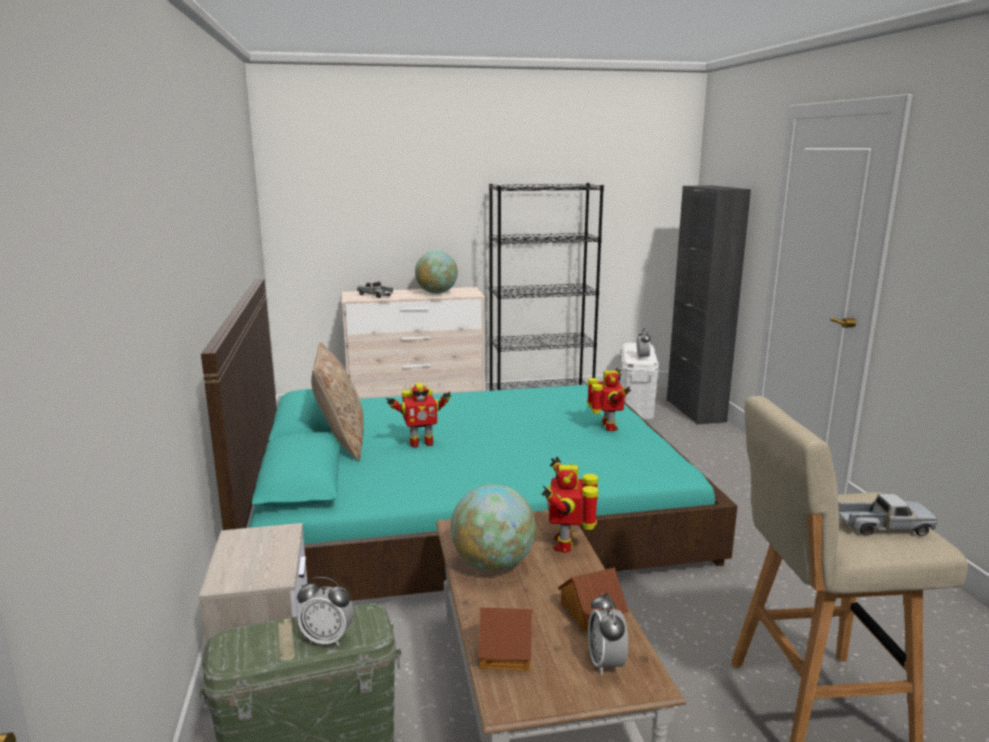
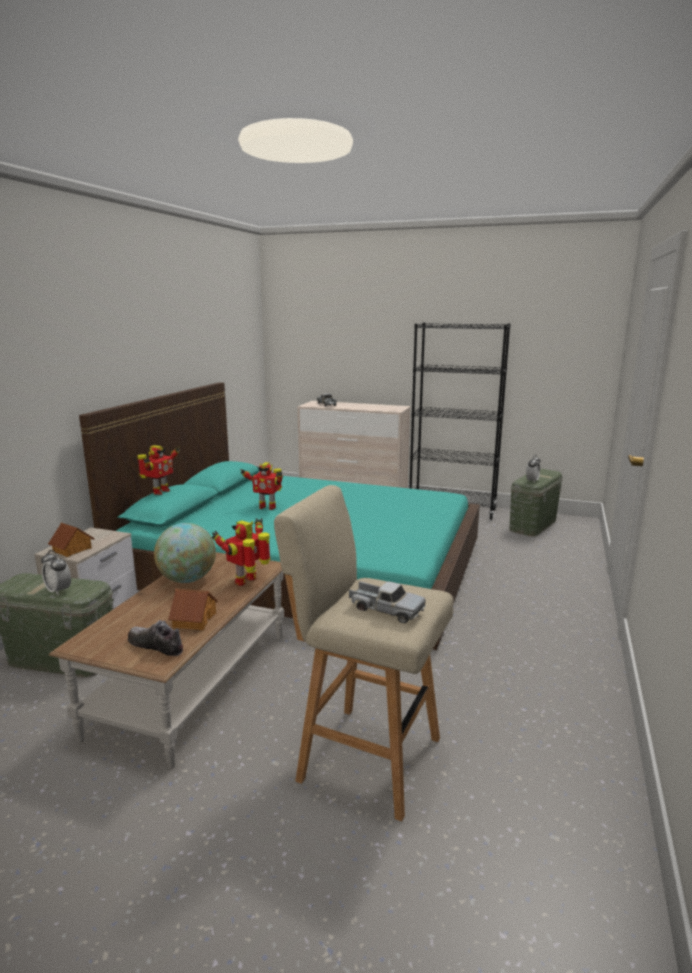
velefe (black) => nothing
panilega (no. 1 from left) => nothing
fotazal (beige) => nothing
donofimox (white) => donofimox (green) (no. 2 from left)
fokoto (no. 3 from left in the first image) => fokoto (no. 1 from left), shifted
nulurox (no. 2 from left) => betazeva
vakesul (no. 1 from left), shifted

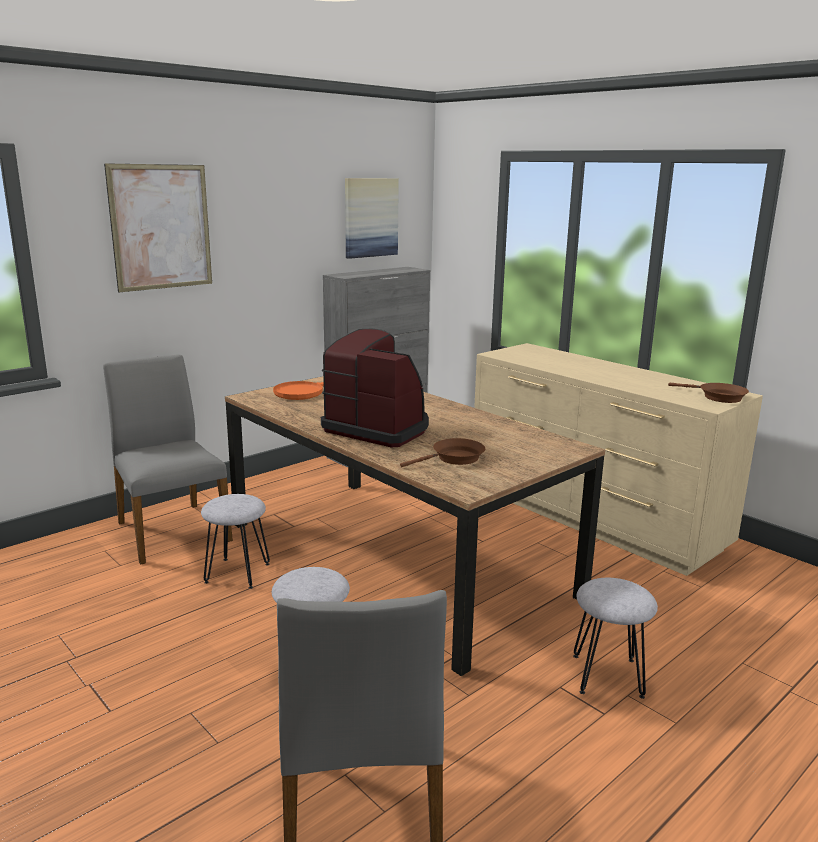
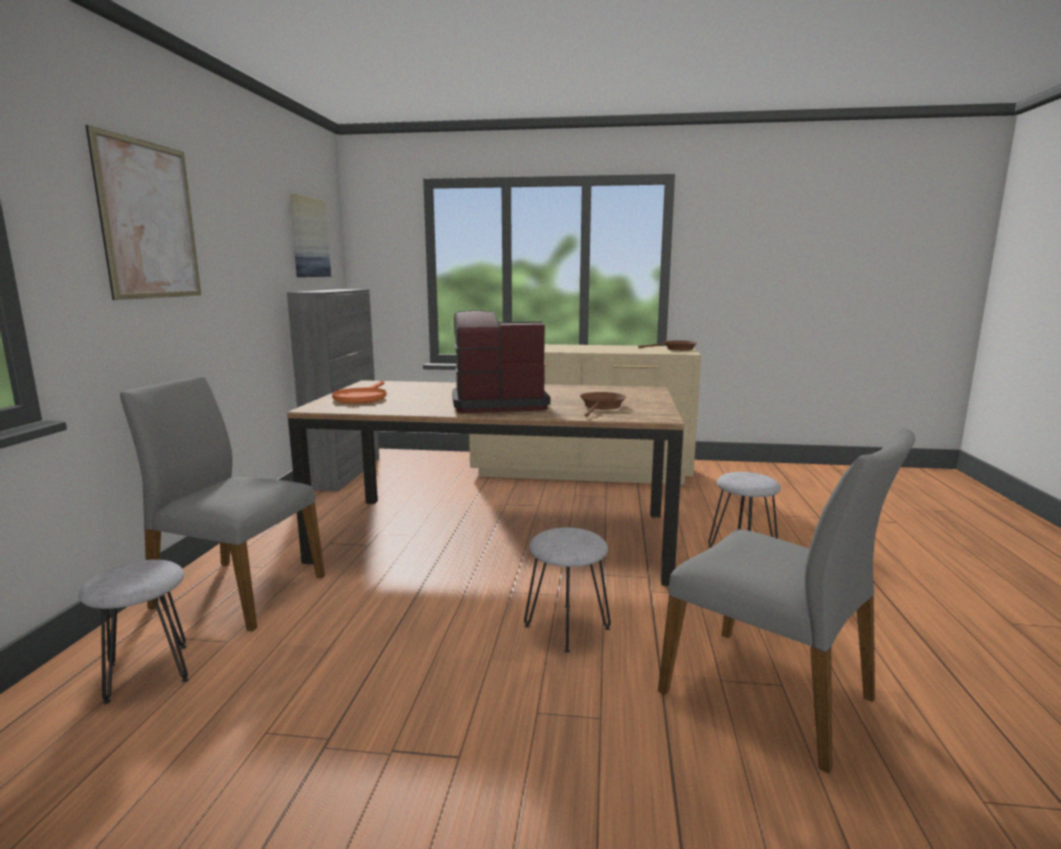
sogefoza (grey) (no. 1 from left), shifted

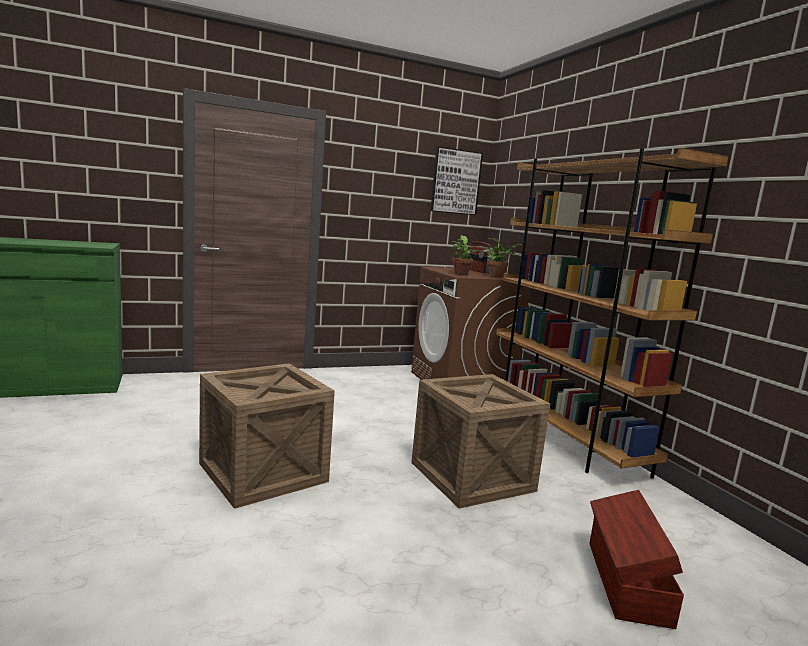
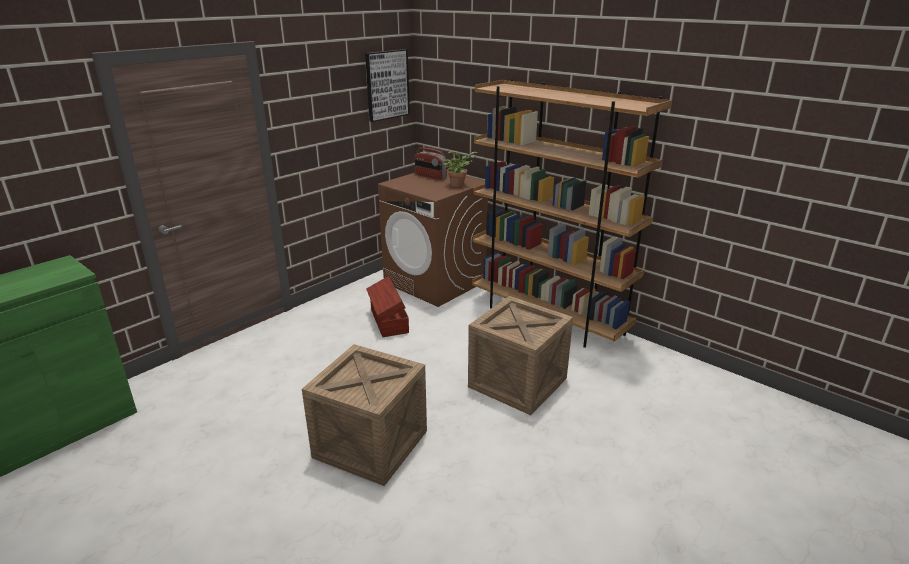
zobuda (no. 1 from left) => nothing
donofimox (brown), shifted

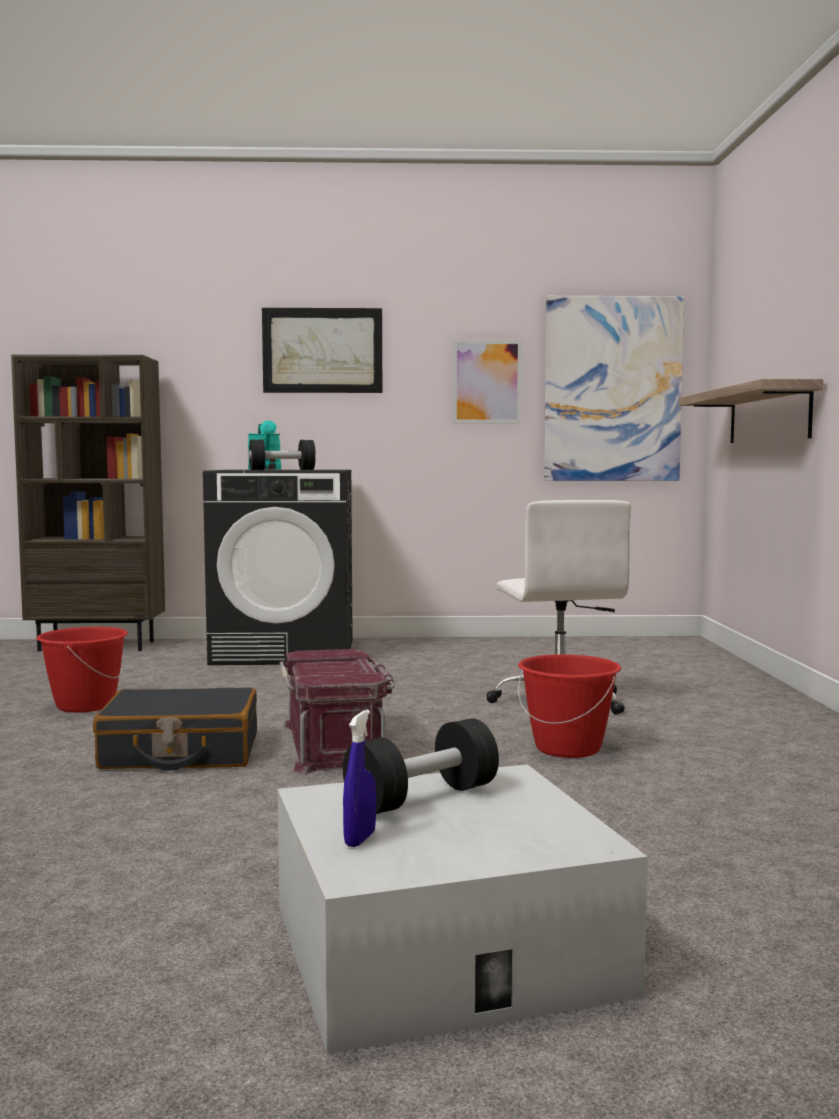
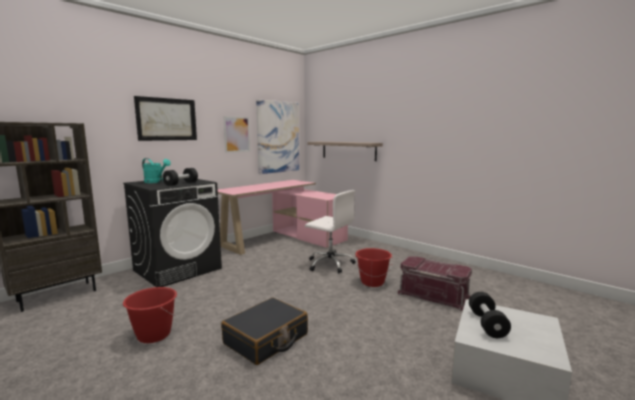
donofimox (red), shifted
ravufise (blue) => nothing
nothing => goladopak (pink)

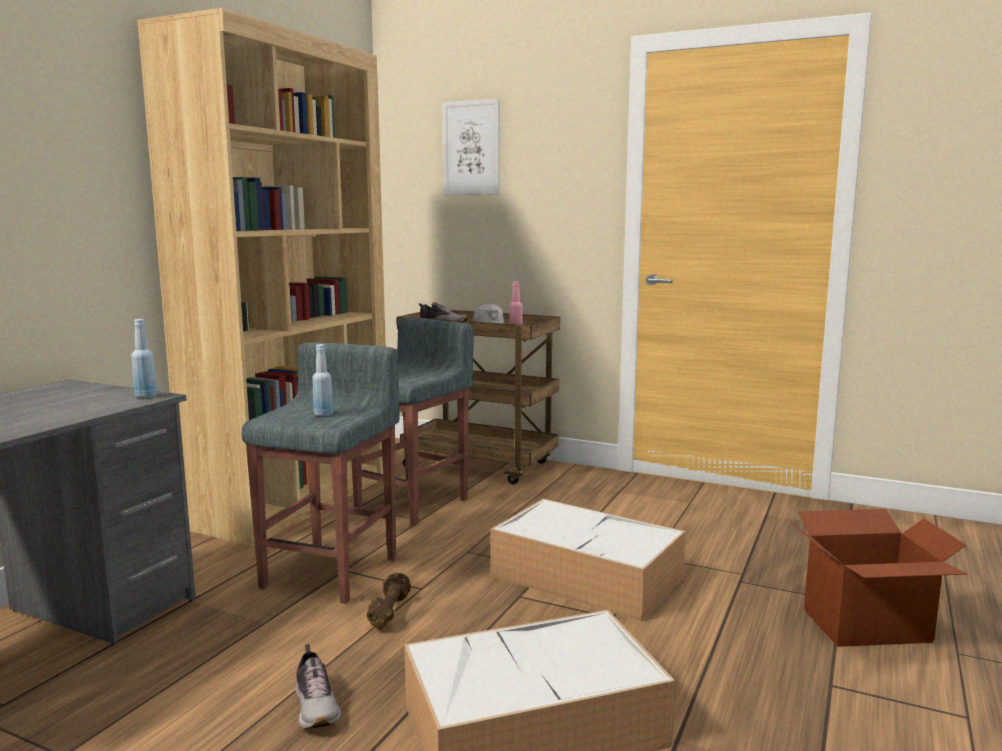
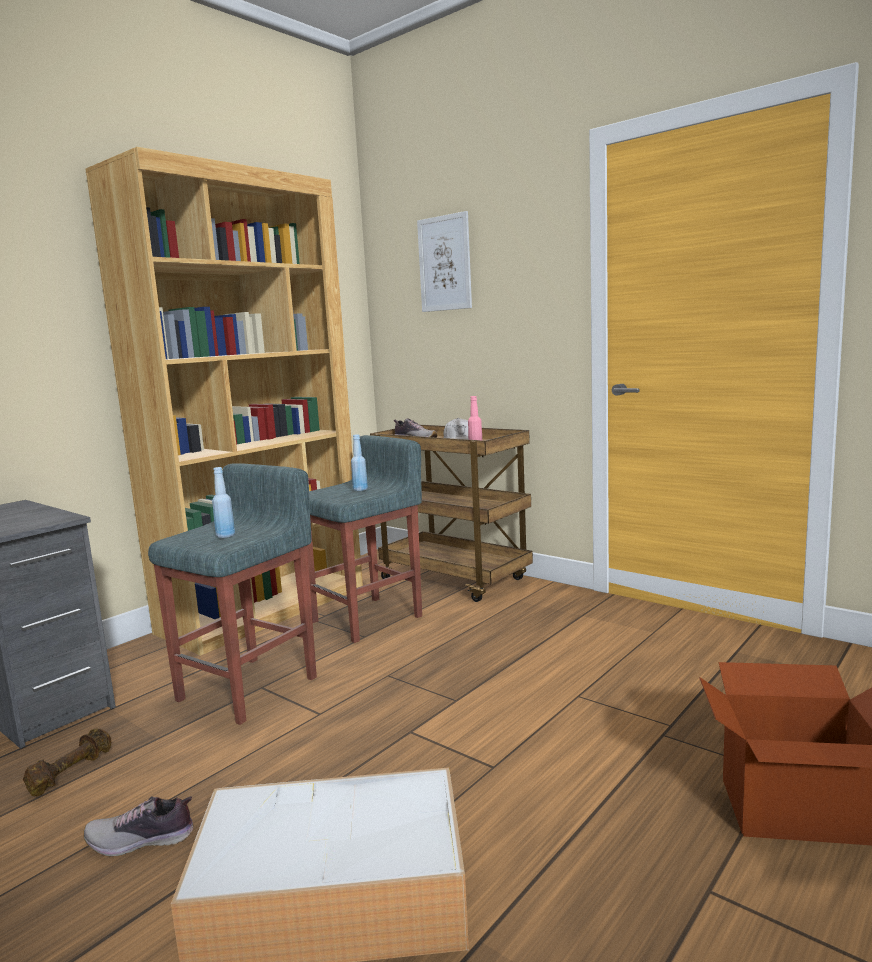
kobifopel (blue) (no. 1 from left in the first image) => kobifopel (blue) (no. 2 from left), shifted
donofimox (no. 2 from left) => nothing
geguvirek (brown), shifted
betazeva (no. 1 from left), 90 degrees clockwise

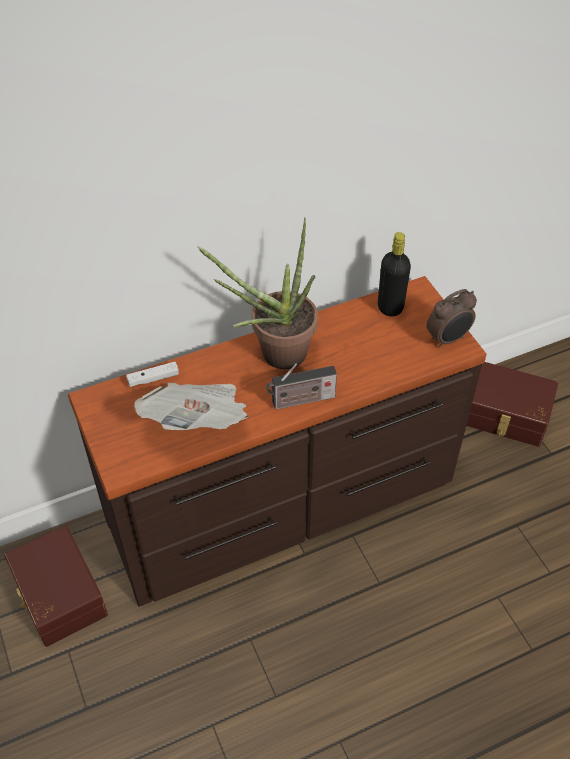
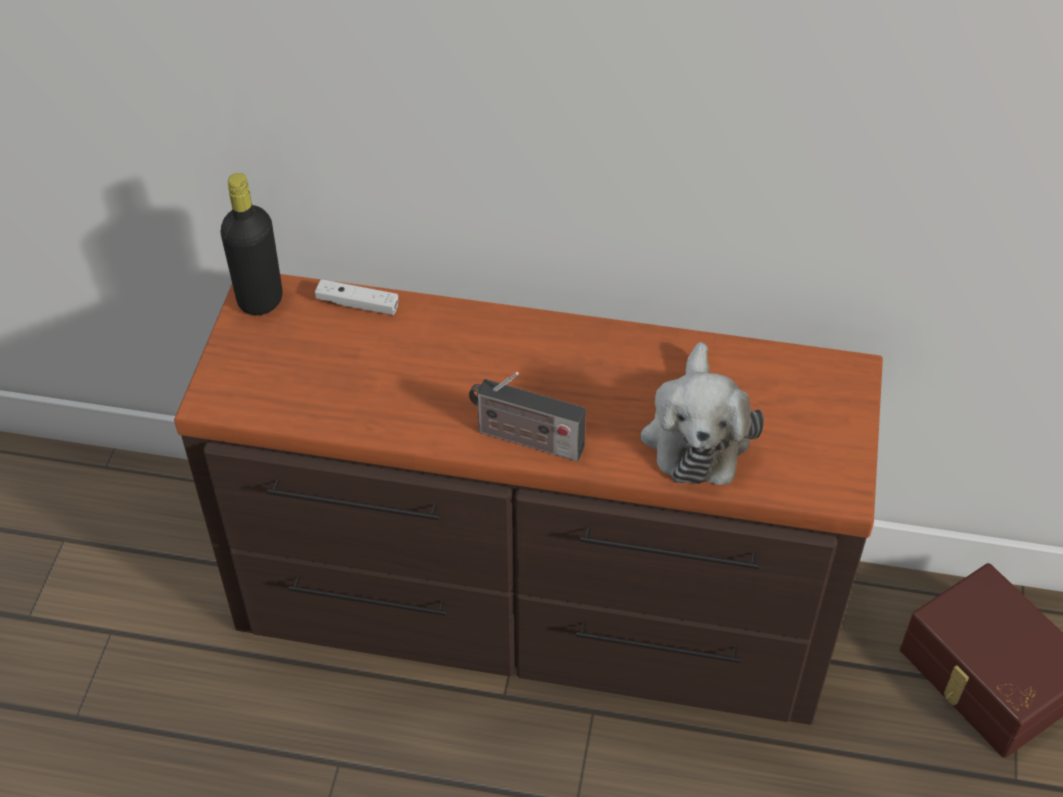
zobuda => nothing
kobifopel (black), shifted
nulurox => nothing
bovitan => nothing
donofimox (brown) (no. 1 from left) => nothing
nothing => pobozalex

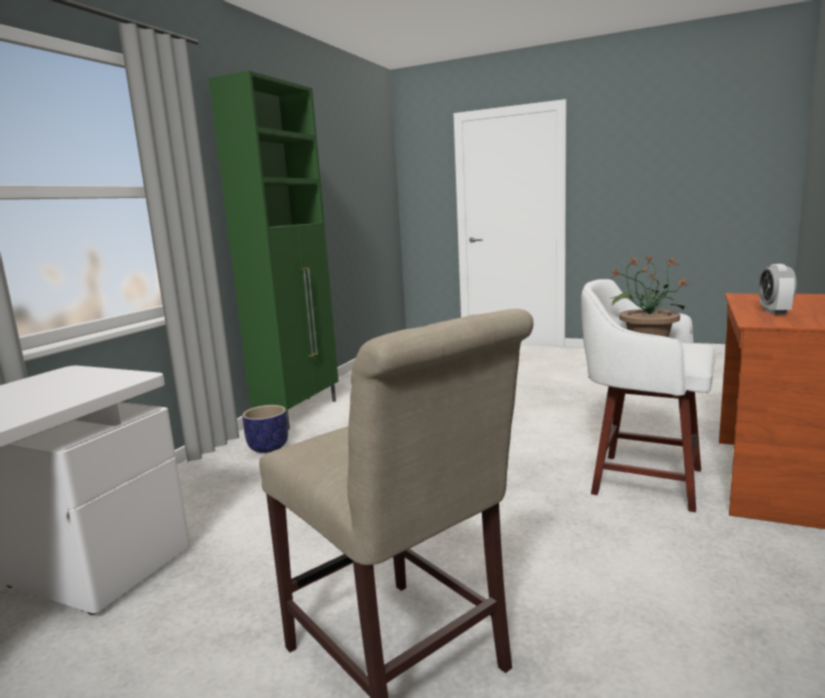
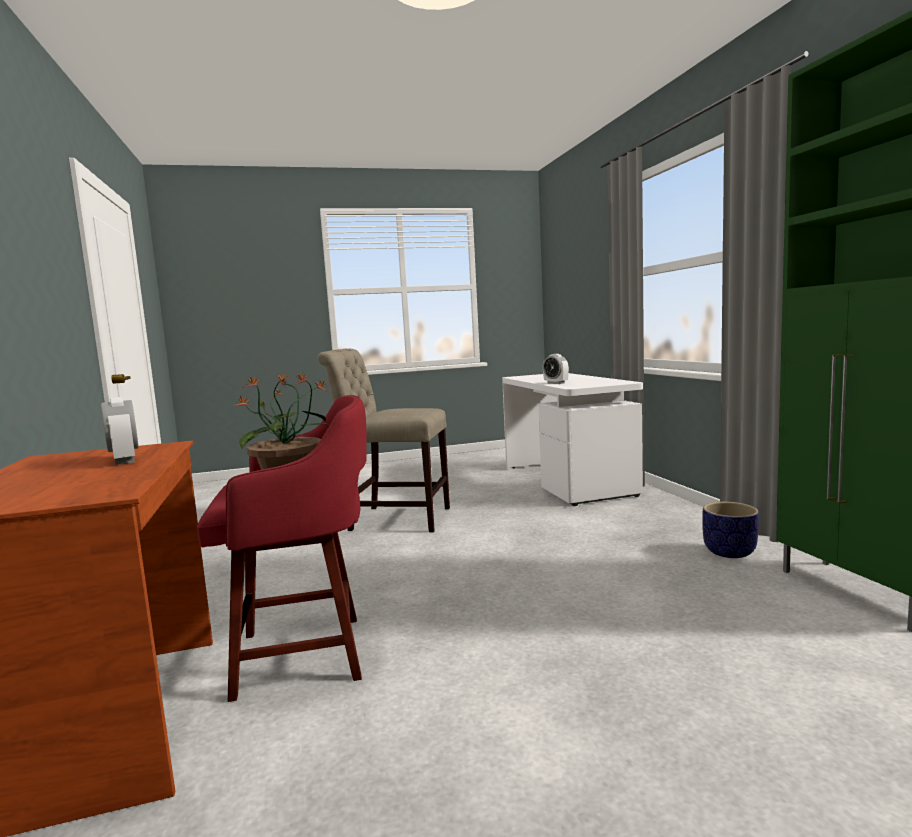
sogefoza (white) => sogefoza (red)
nothing => nulurox (no. 2 from left)

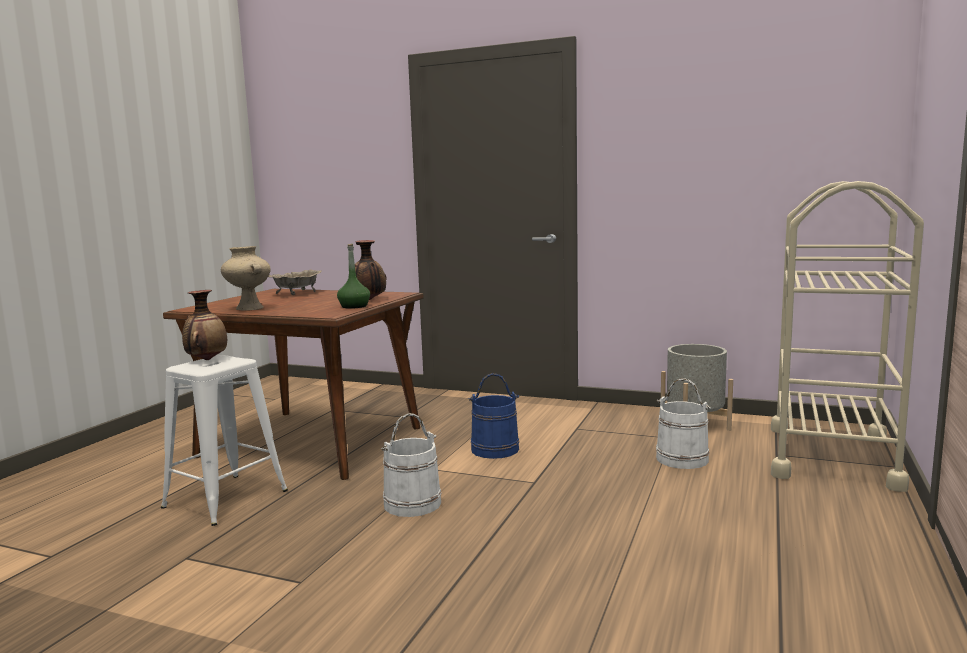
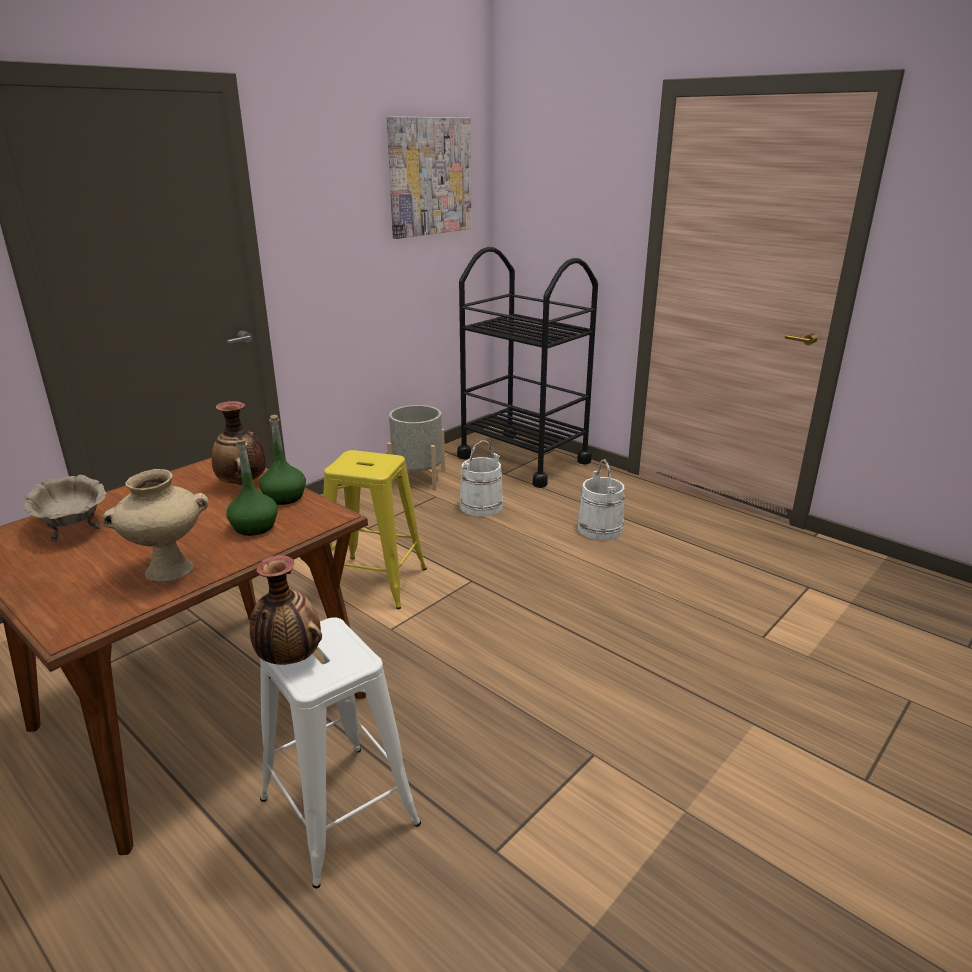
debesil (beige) => debesil (black)
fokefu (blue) => sogefoza (yellow)
fokefu (white) (no. 1 from left in the first image) => fokefu (white) (no. 2 from left), shifted
nothing => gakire
nothing => kobifopel (green) (no. 1 from left)

